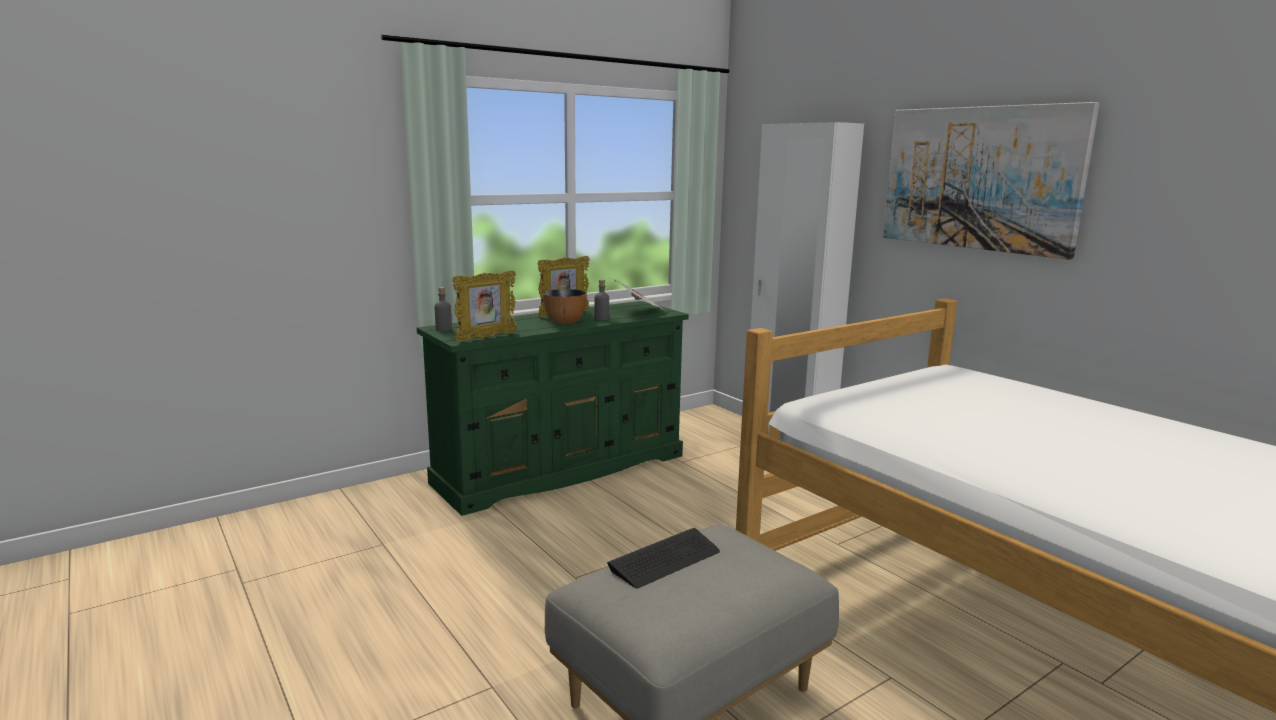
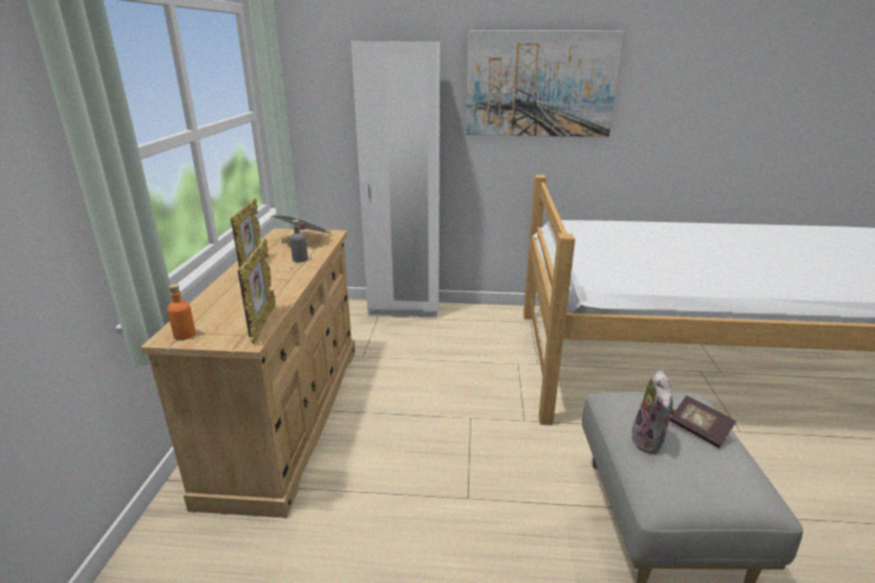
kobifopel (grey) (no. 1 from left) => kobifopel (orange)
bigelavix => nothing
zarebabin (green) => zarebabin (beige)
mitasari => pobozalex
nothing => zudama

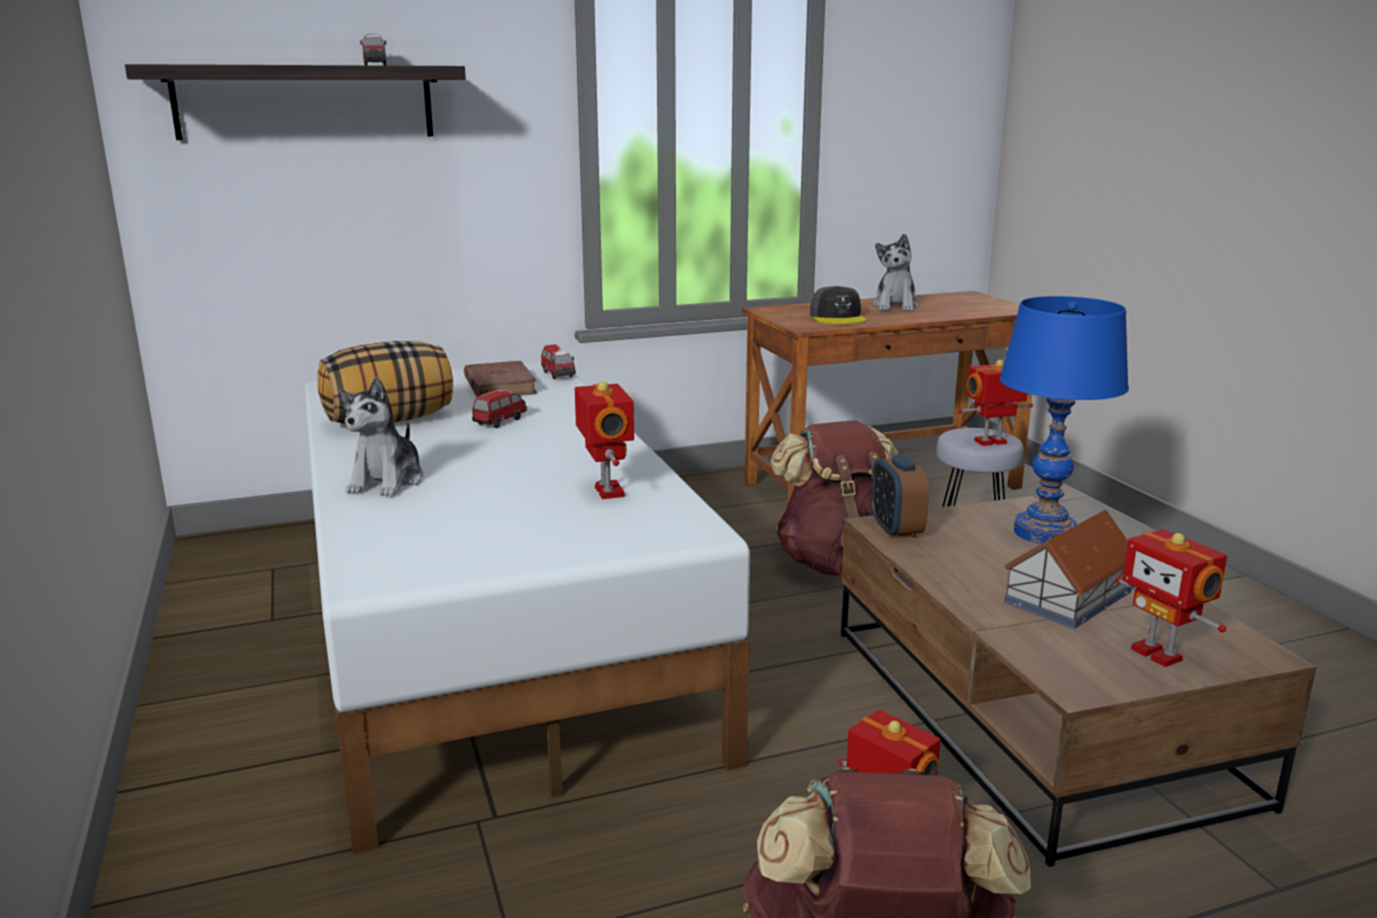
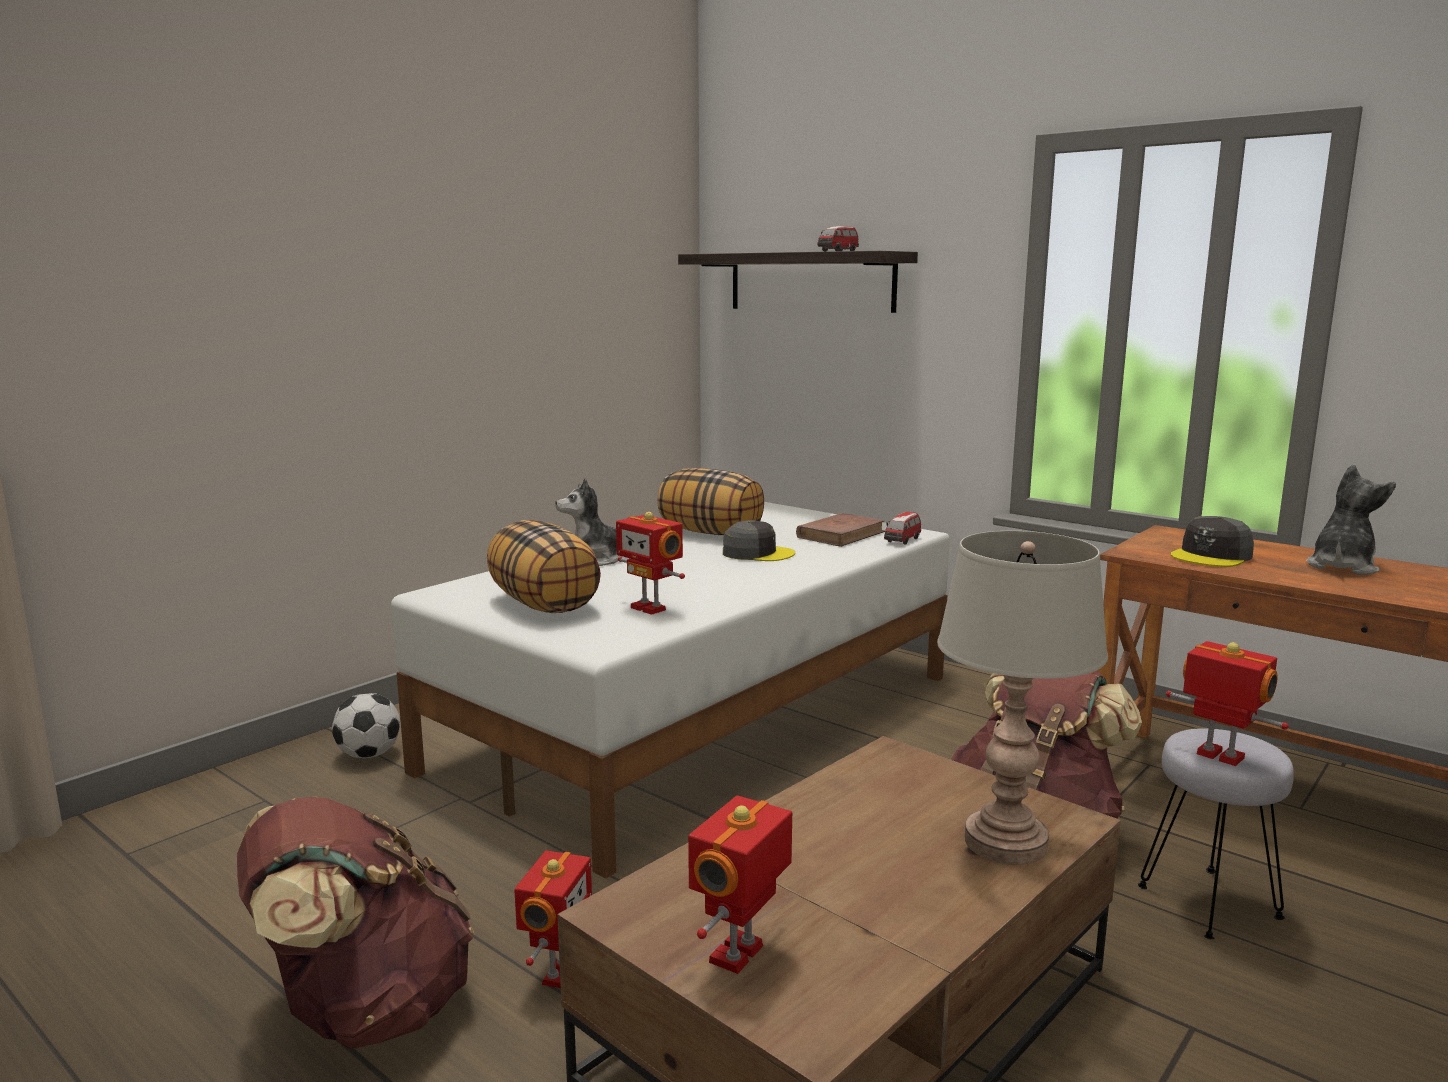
pobozalex (no. 2 from left), 150 degrees clockwise
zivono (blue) => zivono (grey)
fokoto (no. 1 from left in the first image) => fokoto (no. 2 from left), 90 degrees clockwise
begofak (no. 2 from left) => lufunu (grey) (no. 1 from left)
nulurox => nothing
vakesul => nothing
nothing => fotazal (no. 1 from left)
nothing => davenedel

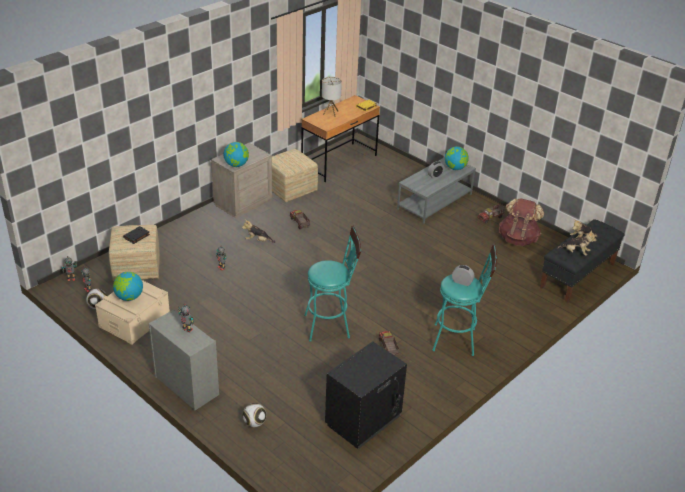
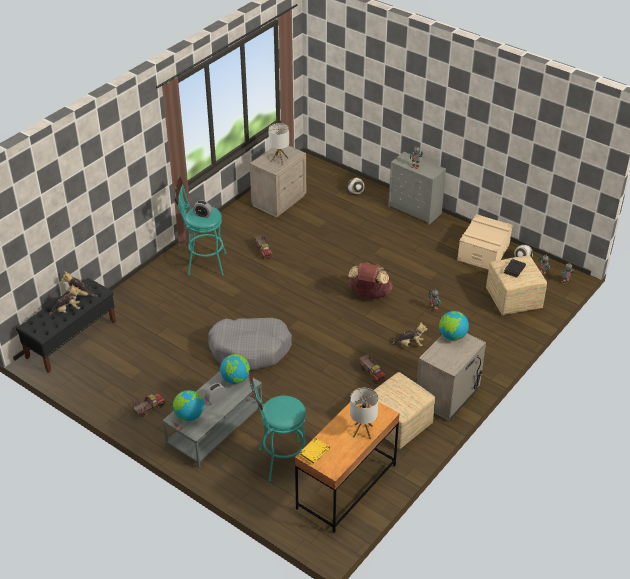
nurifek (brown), shifted
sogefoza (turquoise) (no. 1 from left in the first image) => sogefoza (turquoise) (no. 2 from left), shifted
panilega (no. 1 from left in the first image) => panilega (no. 2 from left), shifted
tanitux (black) => tanitux (beige) (no. 1 from left)
nothing => zivono (no. 1 from left)
nothing => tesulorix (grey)

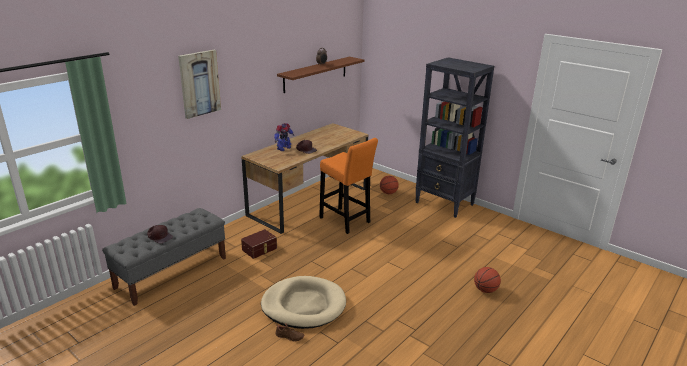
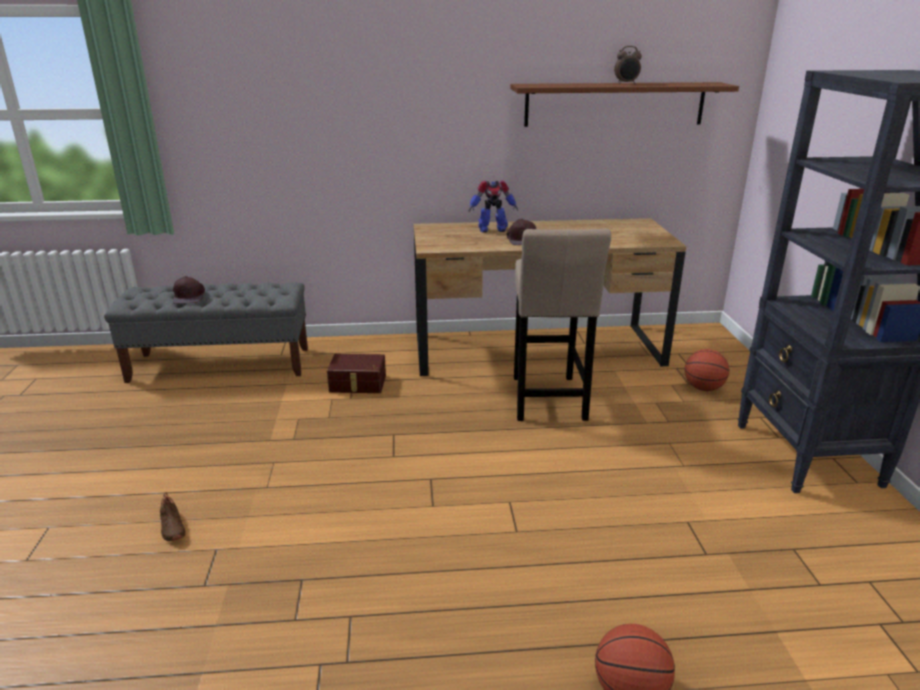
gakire => nothing
sogefoza (orange) => sogefoza (beige)
tesulorix (beige) => nothing

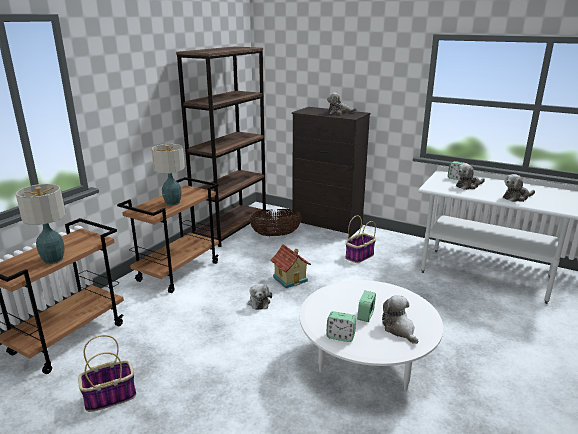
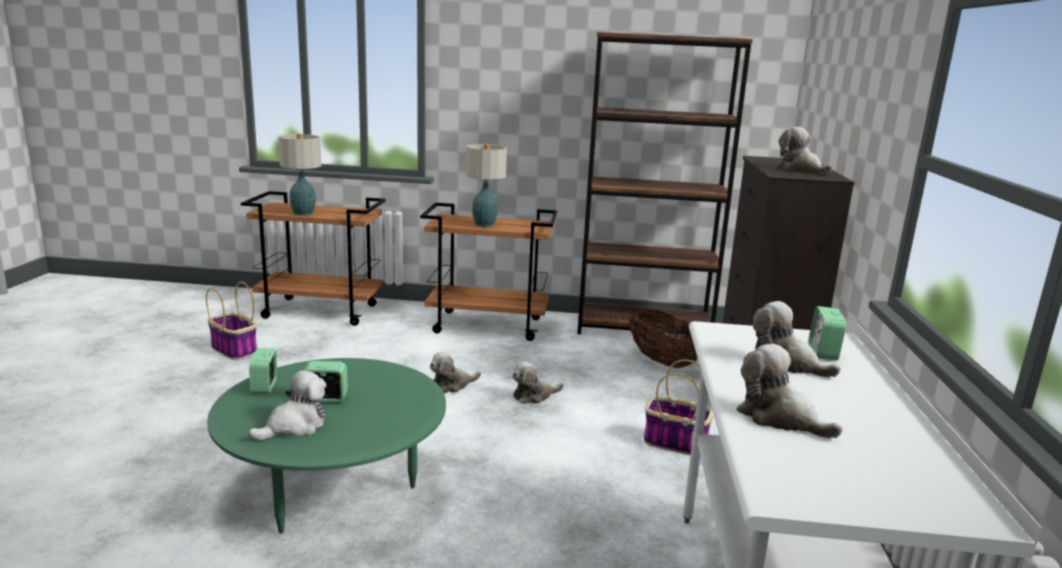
vakesul => pobozalex (no. 3 from left)
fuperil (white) => fuperil (green)

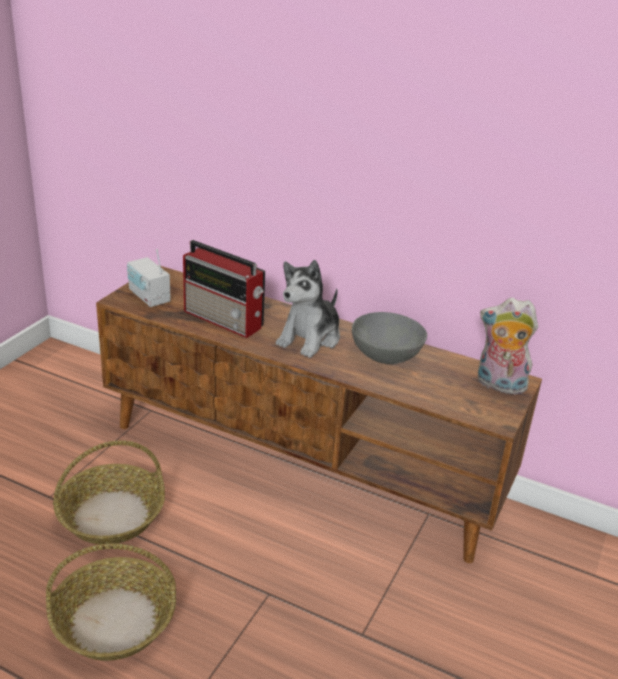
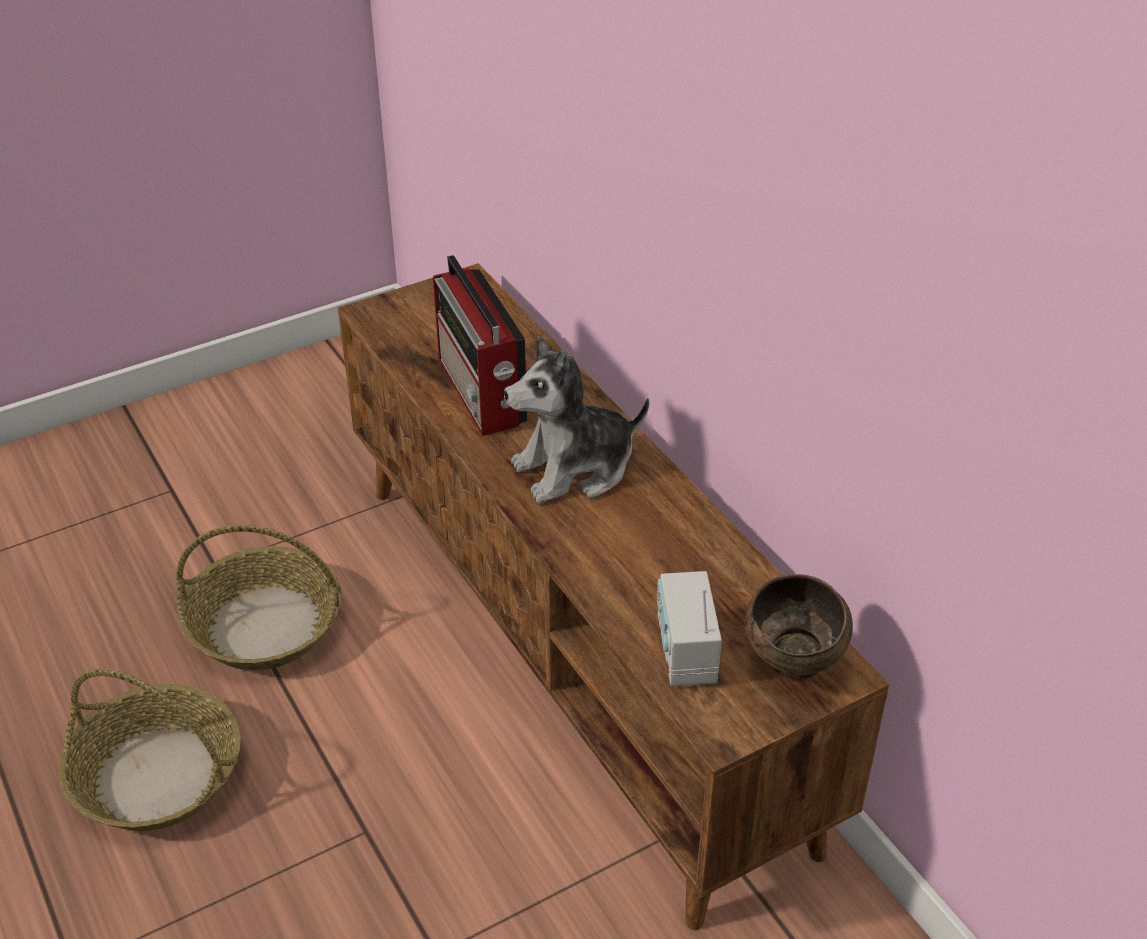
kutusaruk (no. 1 from left in the first image) => kutusaruk (no. 2 from left), shifted
pobozalex (no. 2 from left) => bigelavix (brown)
bigelavix (grey) => nothing

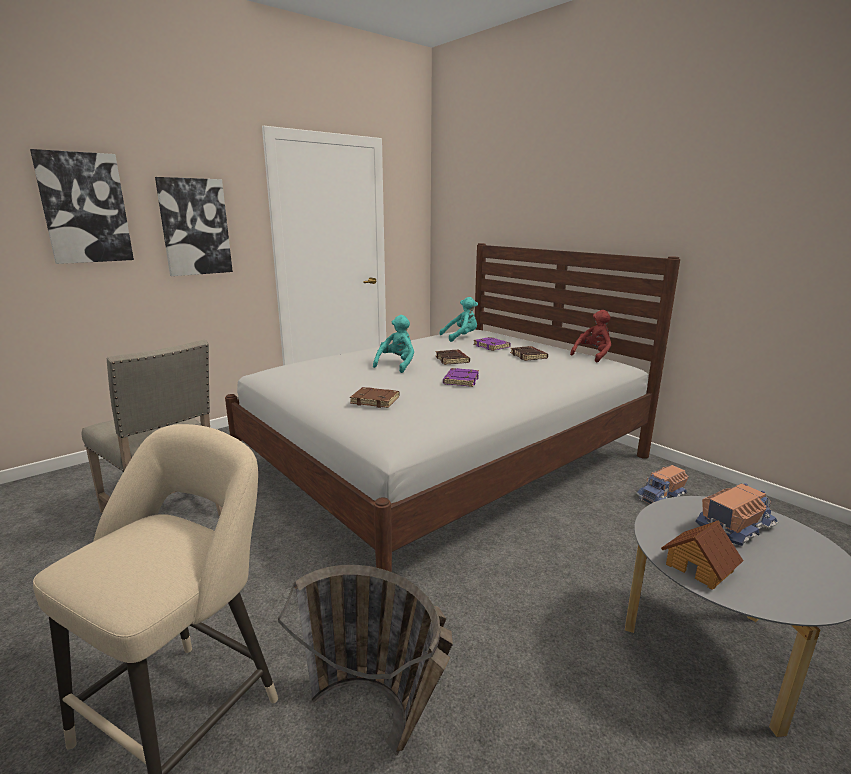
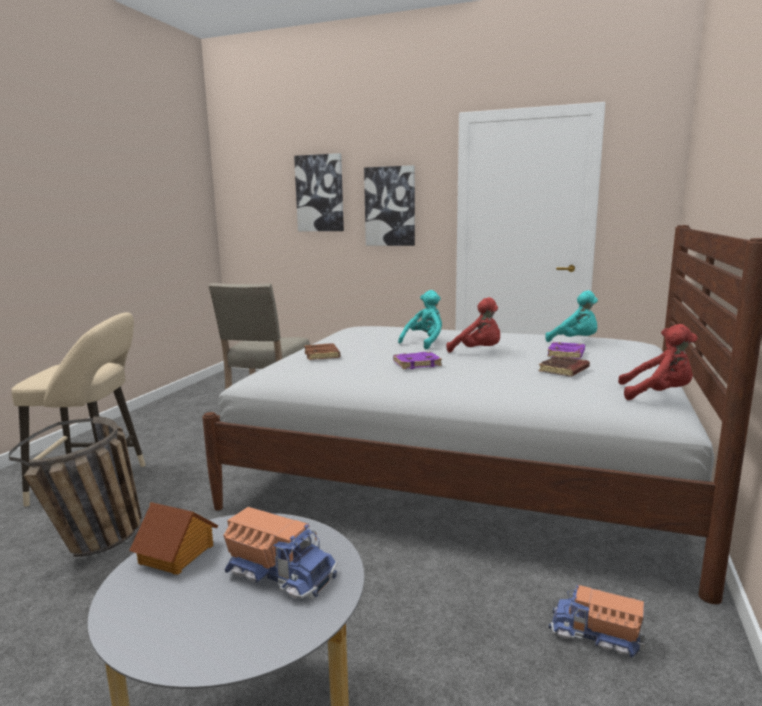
pobozalex (turquoise) (no. 1 from left), 45 degrees counterclockwise
zudama (brown) (no. 2 from left) => pobozalex (red) (no. 1 from left)

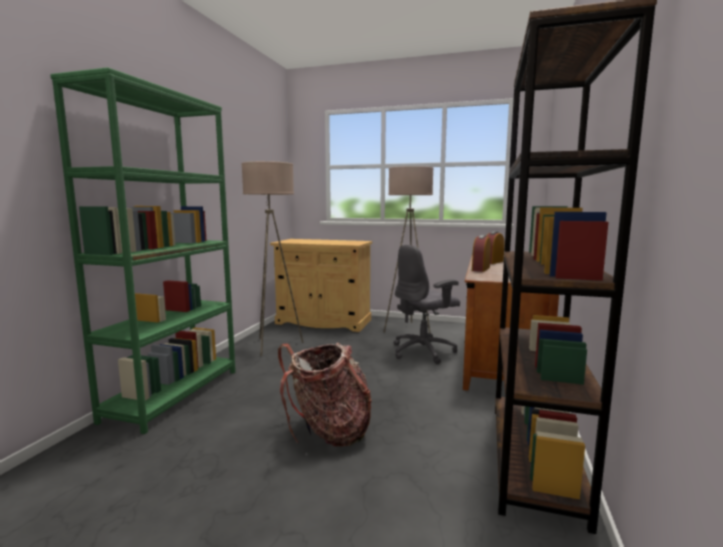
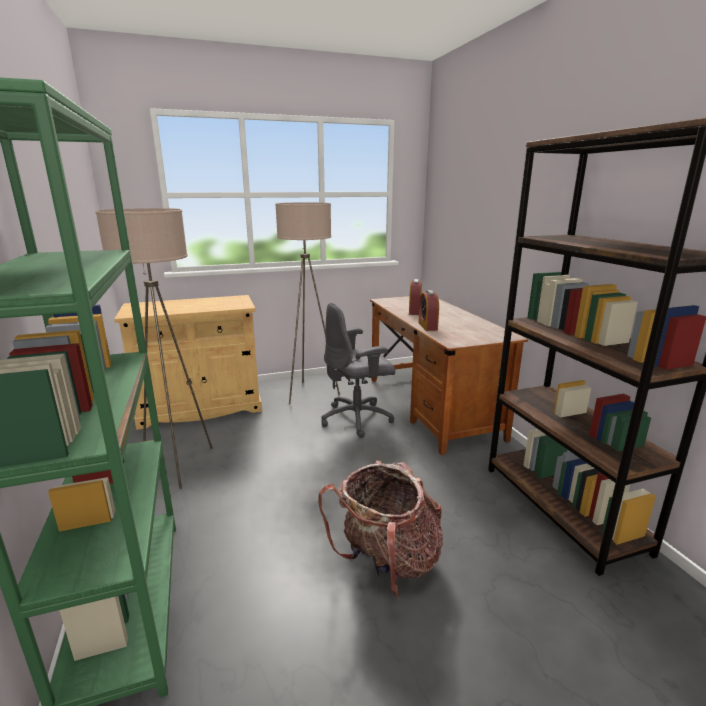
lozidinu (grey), 45 degrees clockwise

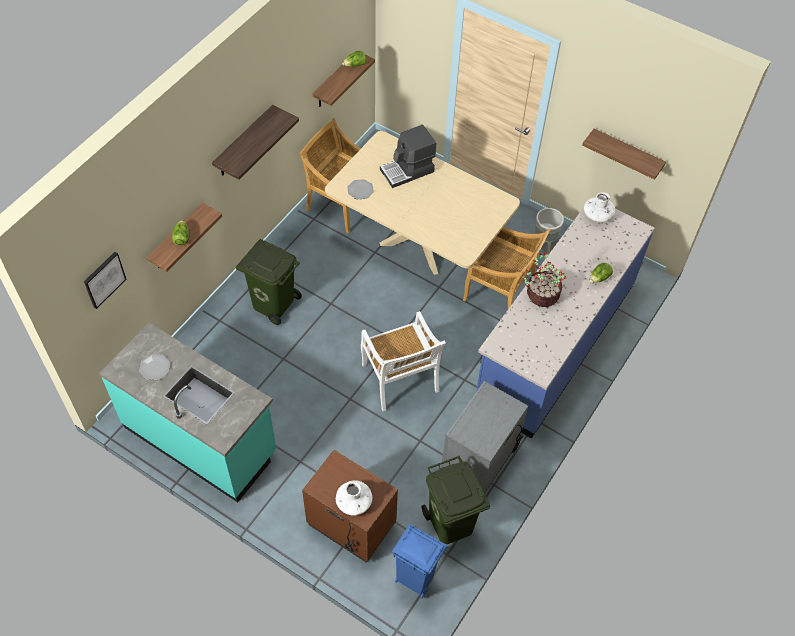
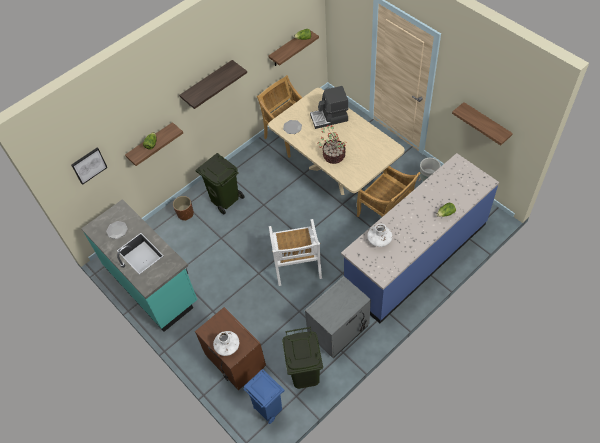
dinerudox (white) (no. 2 from left), shifted
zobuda, shifted
nothing => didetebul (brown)

